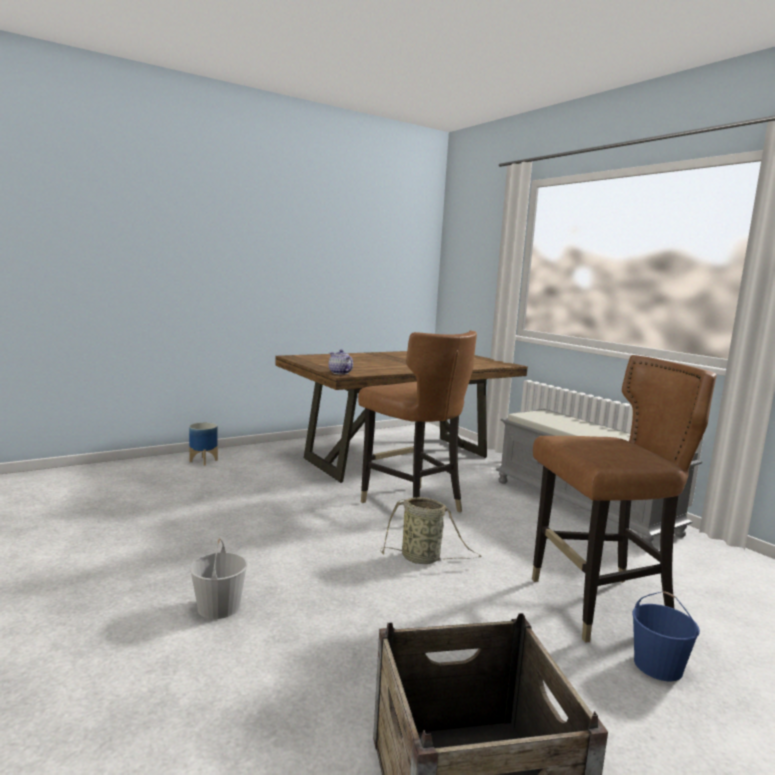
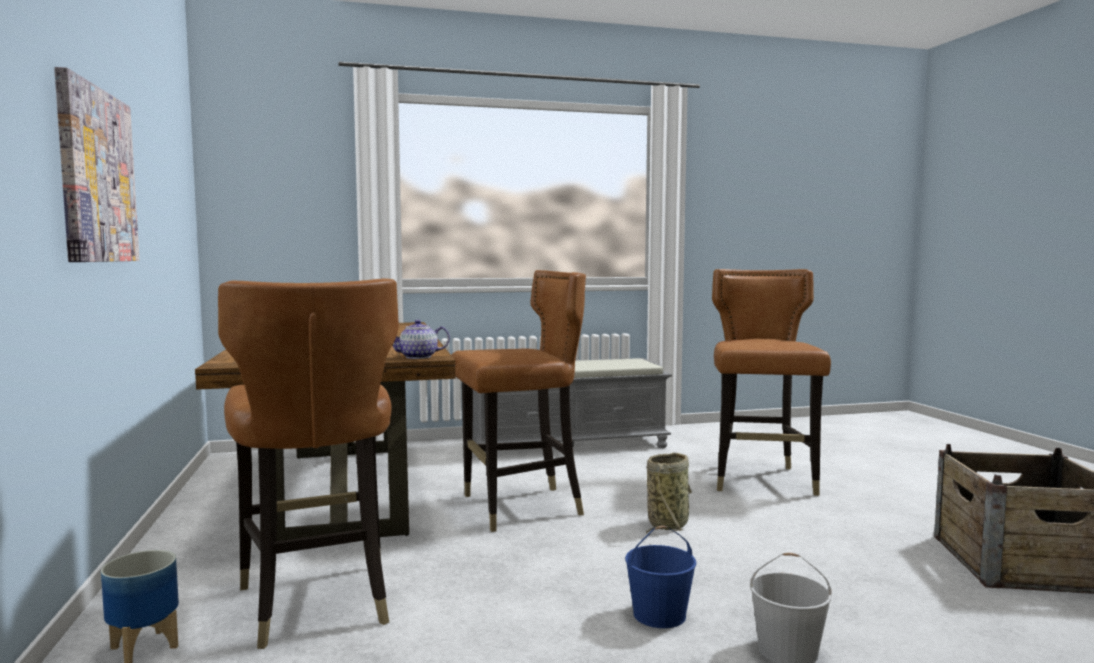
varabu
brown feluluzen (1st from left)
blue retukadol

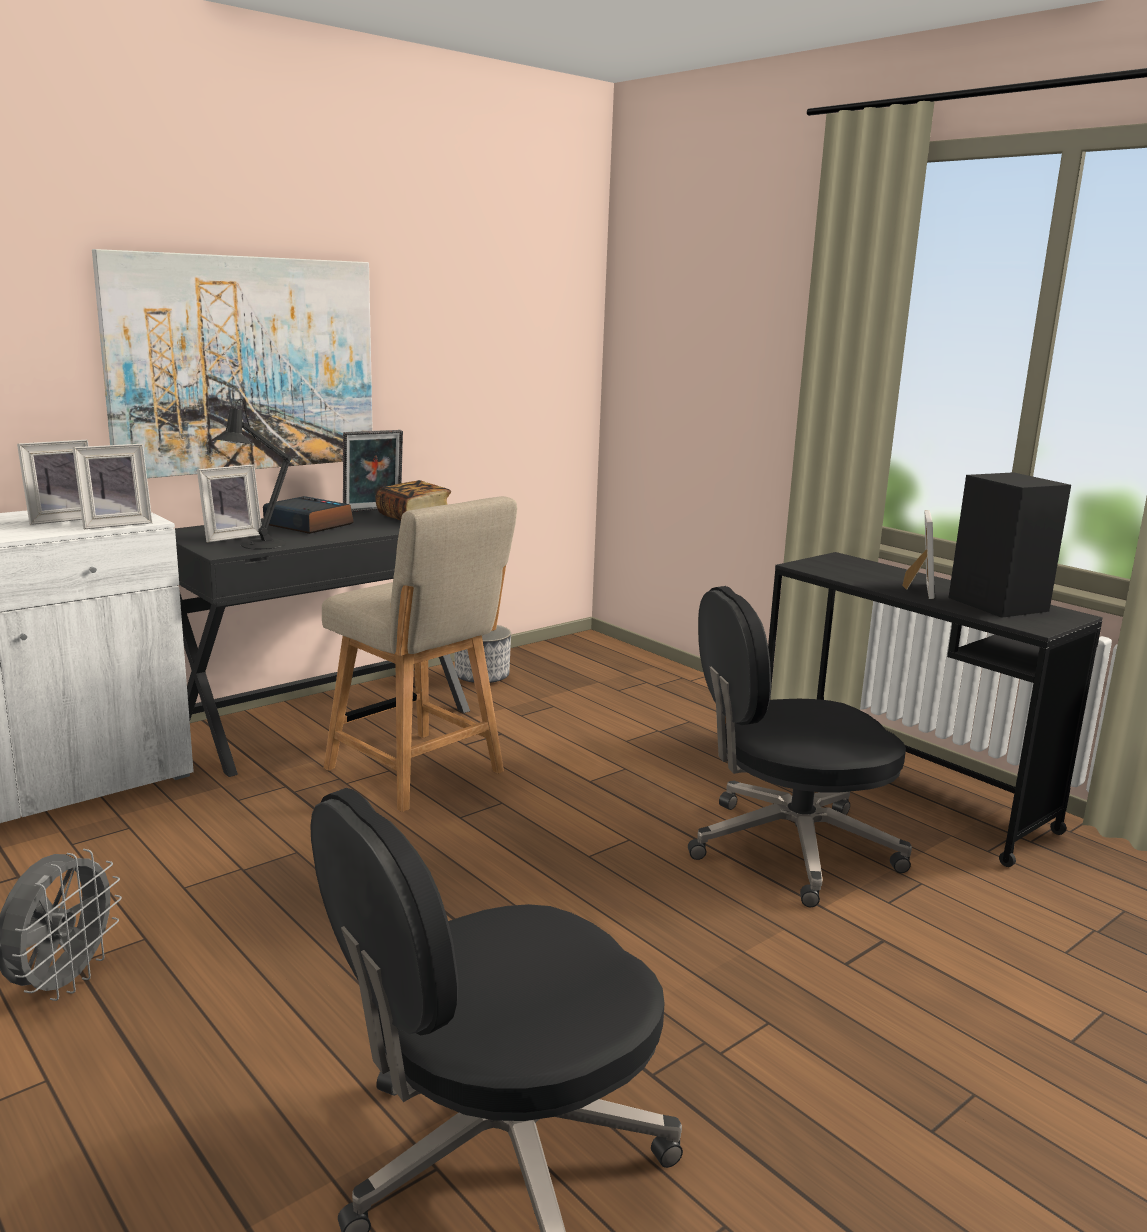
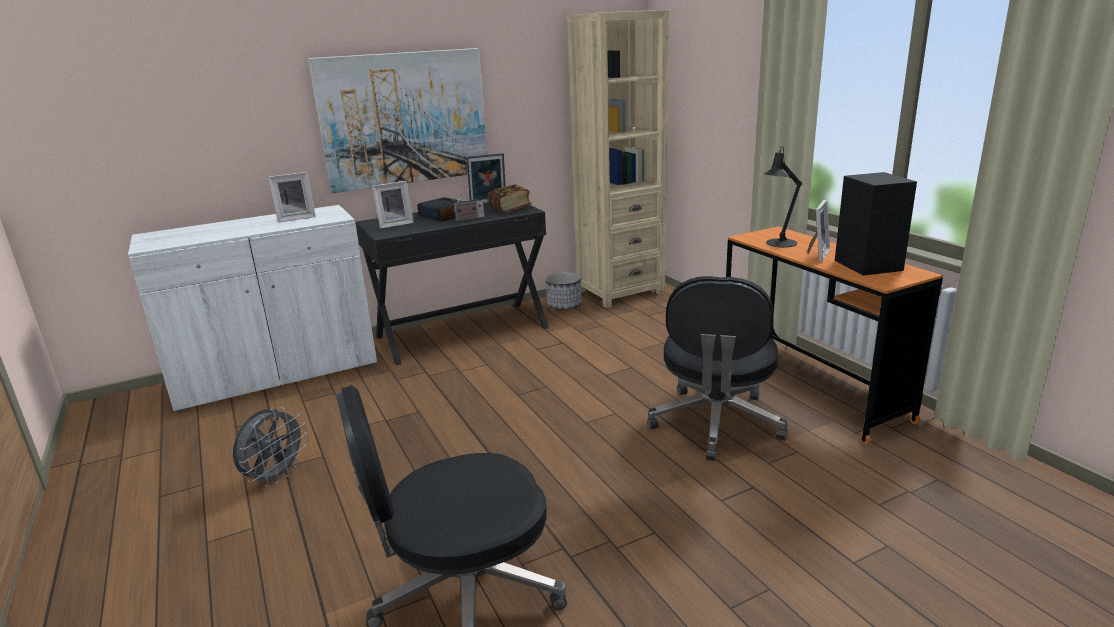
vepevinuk
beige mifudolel
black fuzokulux (2nd from left)
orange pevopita
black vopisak
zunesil (2nd from left in the first image)
beige feluluzen

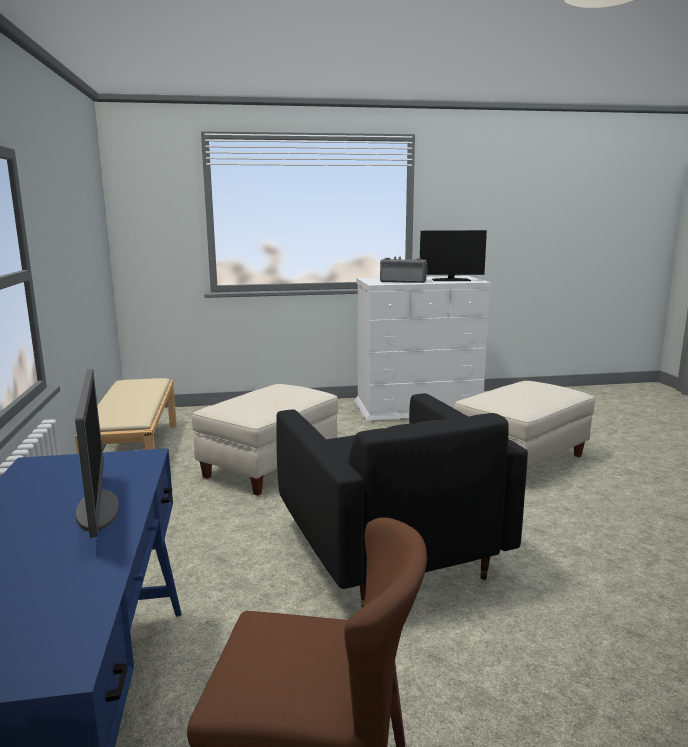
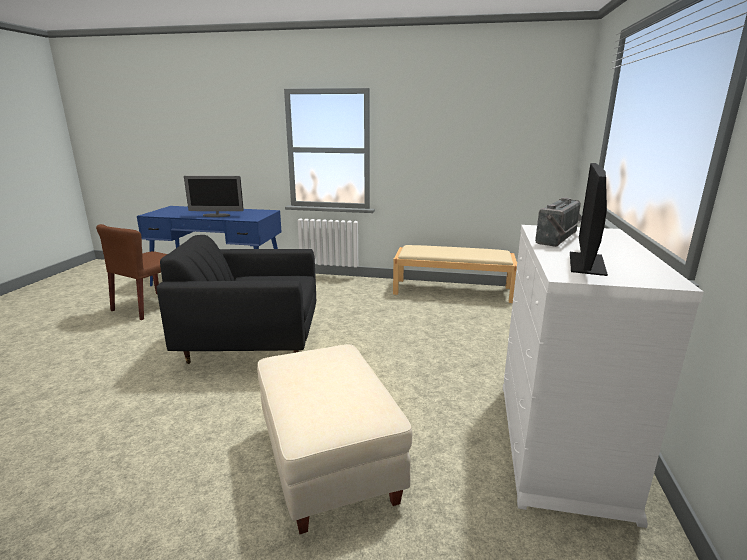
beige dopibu (1st from left in the first image)

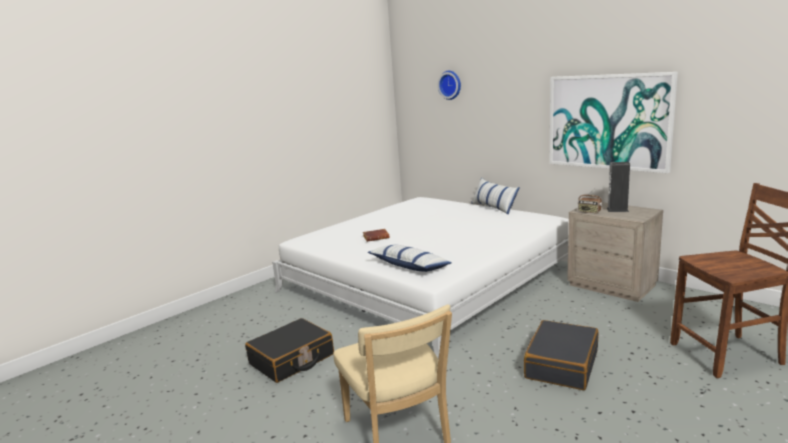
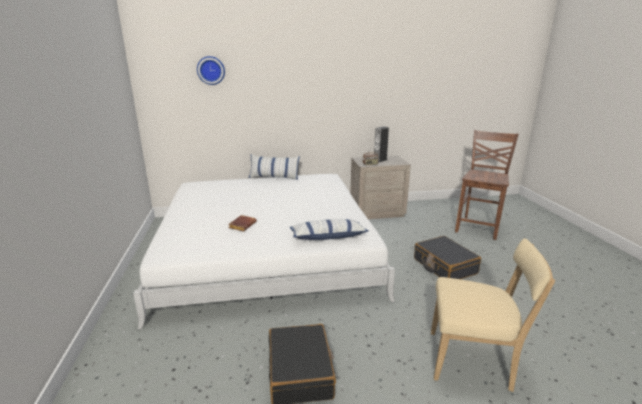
varabu

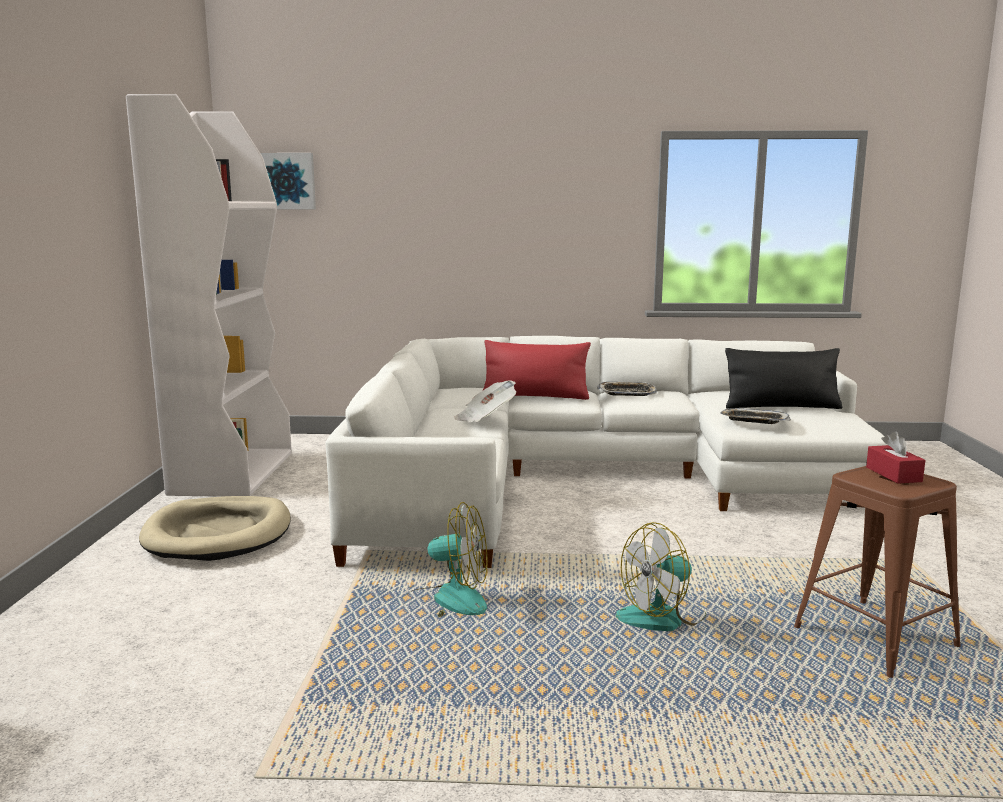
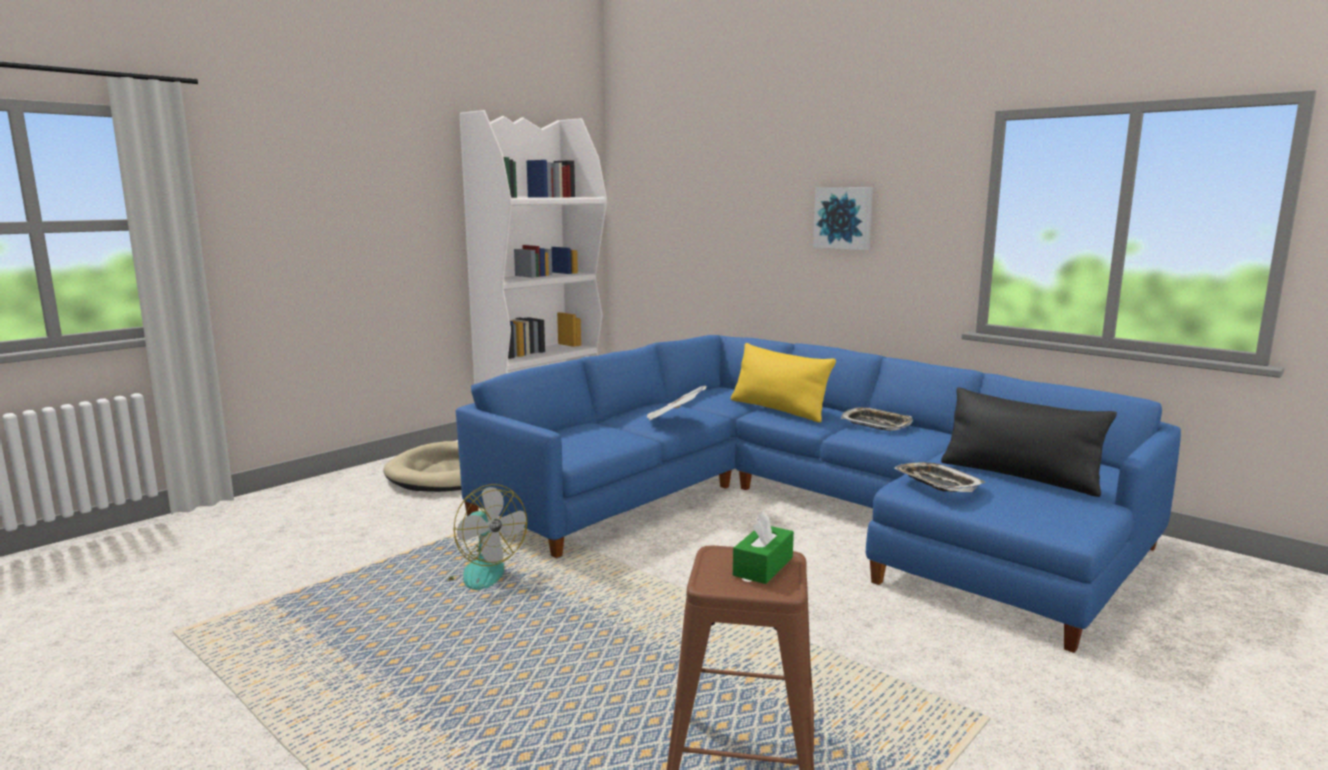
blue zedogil
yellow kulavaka
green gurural
varabu
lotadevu (2nd from left in the first image)

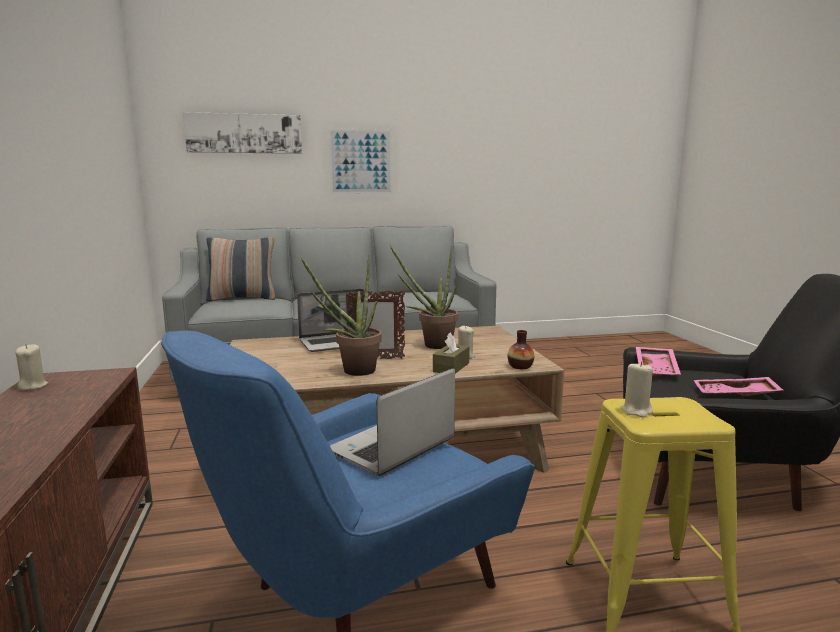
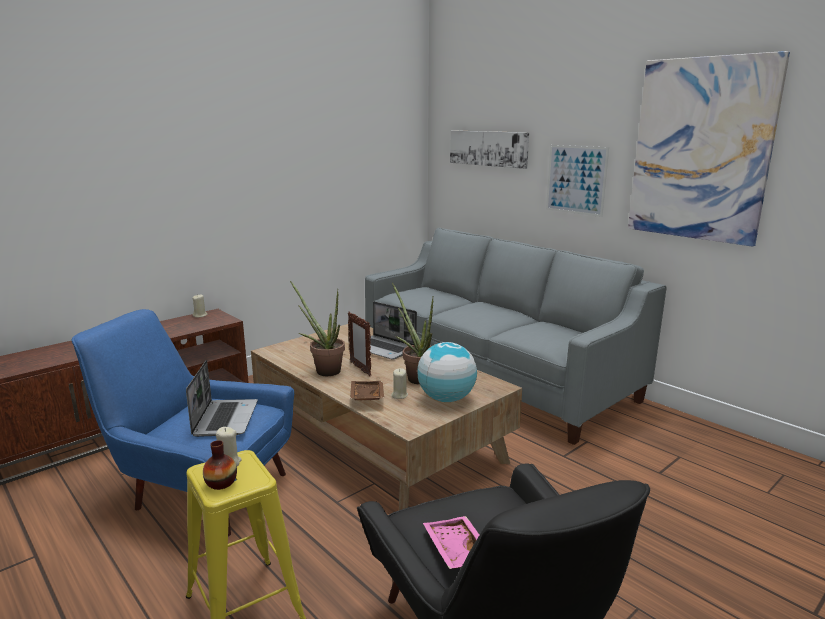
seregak (1st from left)
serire
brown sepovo
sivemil
varabu (3rd from left)
kulavaka
pink sepovo (1st from left in the first image)

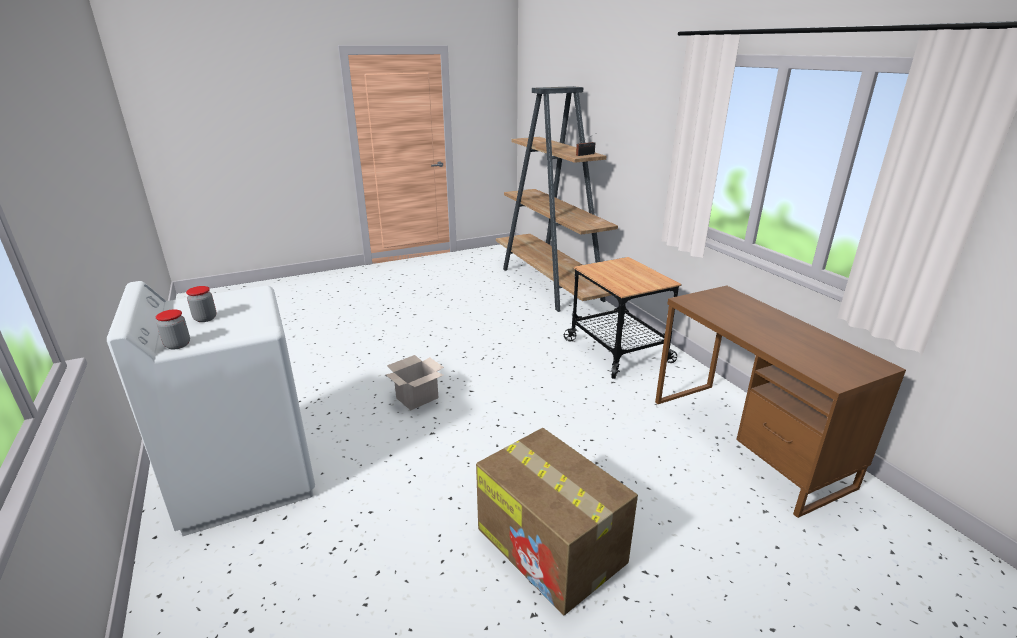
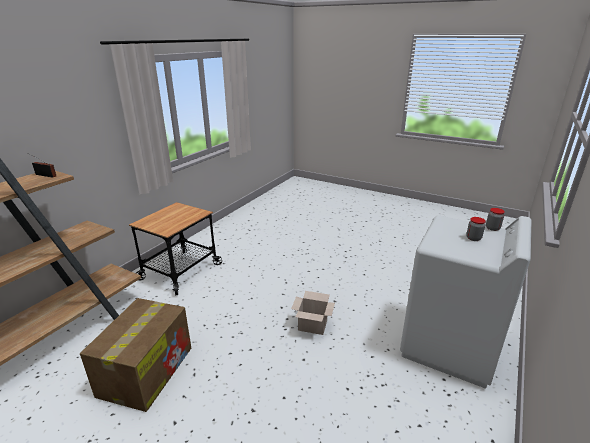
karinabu (1st from left)
brown pevopita

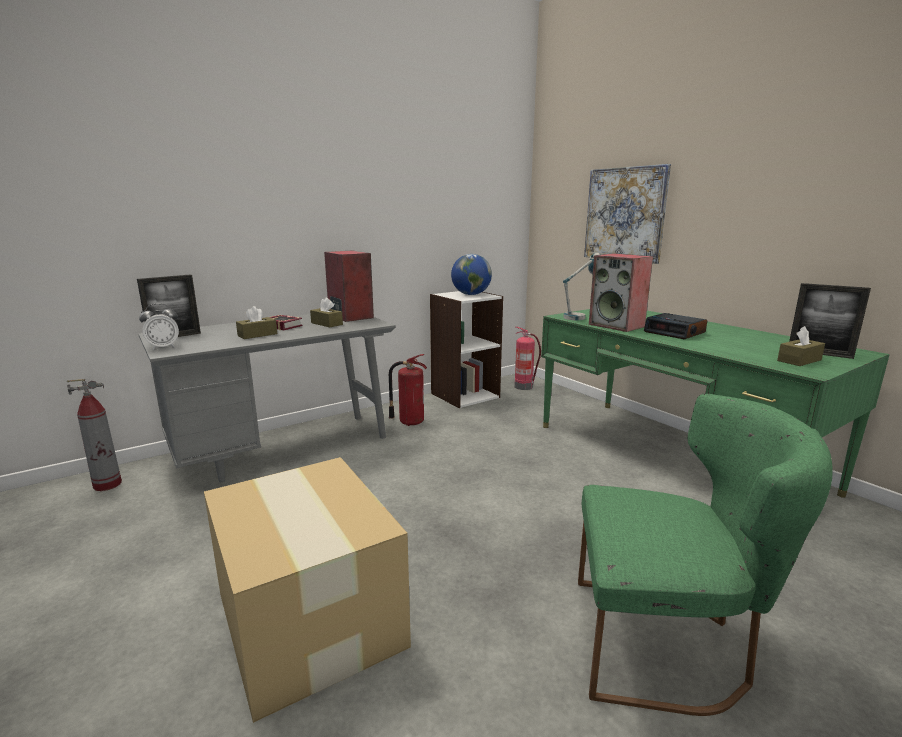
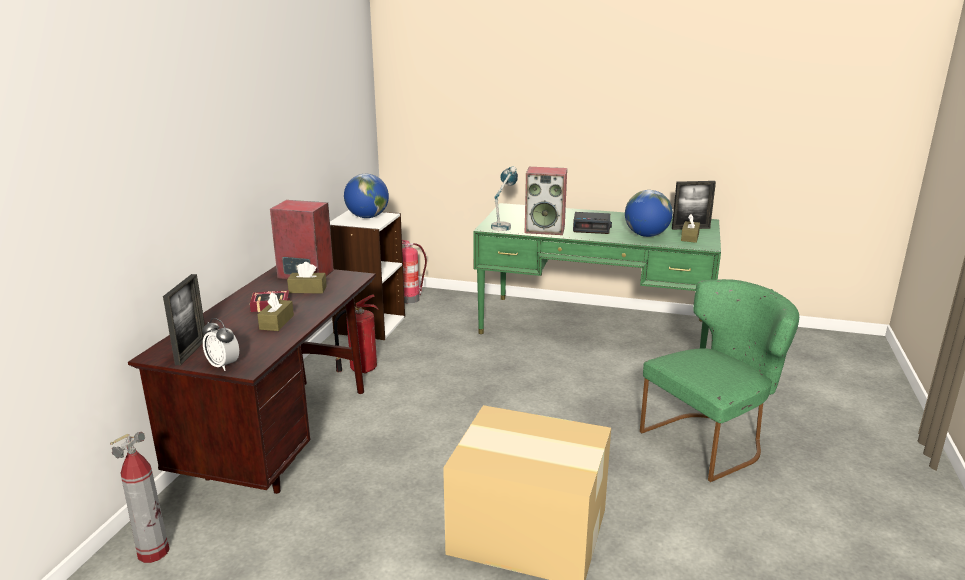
brown pevopita
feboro (1st from left)
sivemil (2nd from left)
varabu

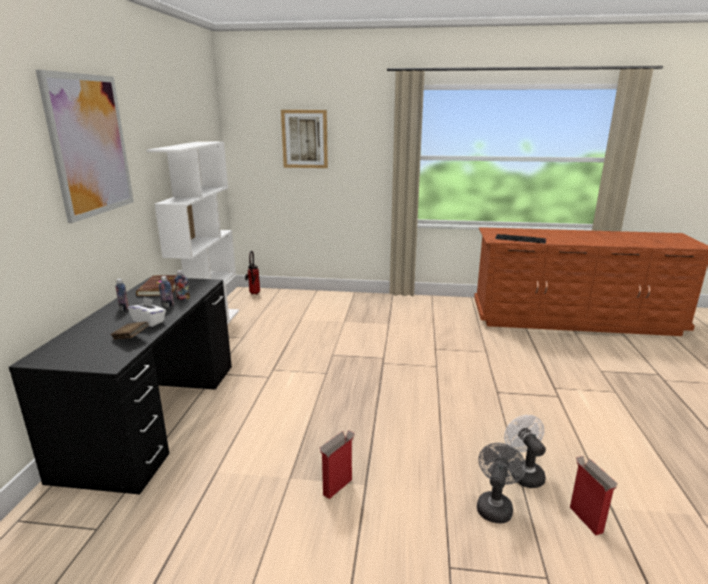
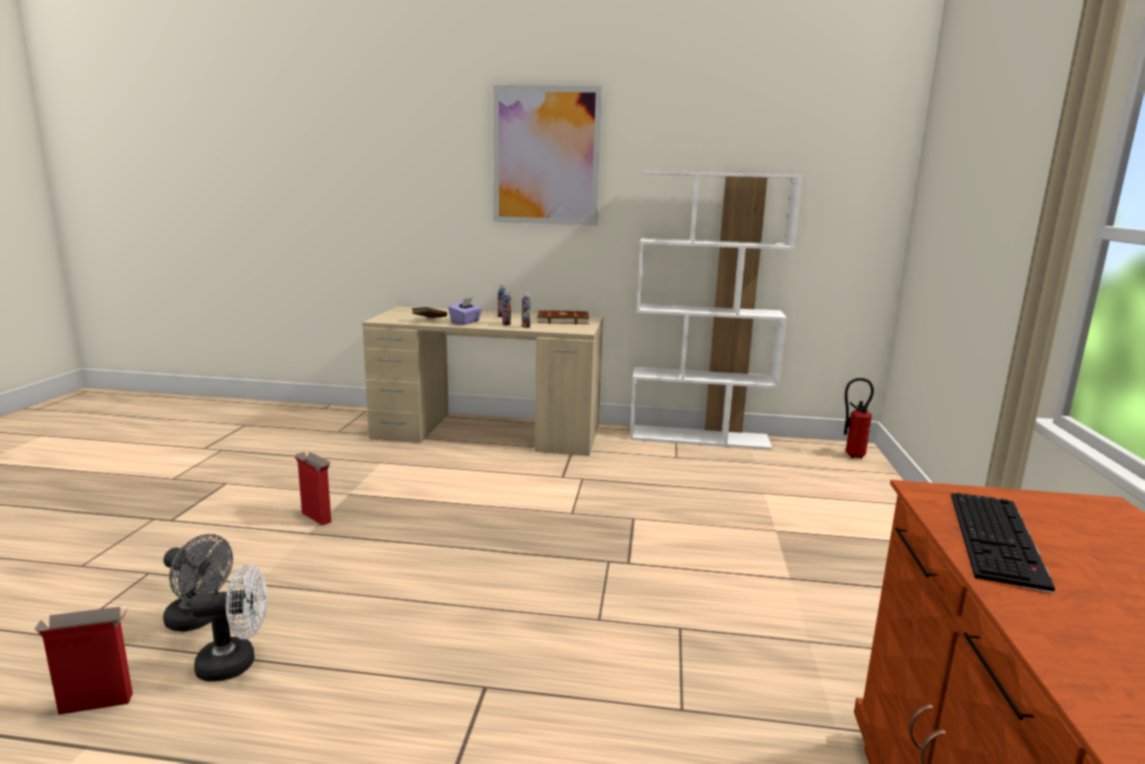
beige pevopita
purple gurural
varabu (2nd from left in the first image)

